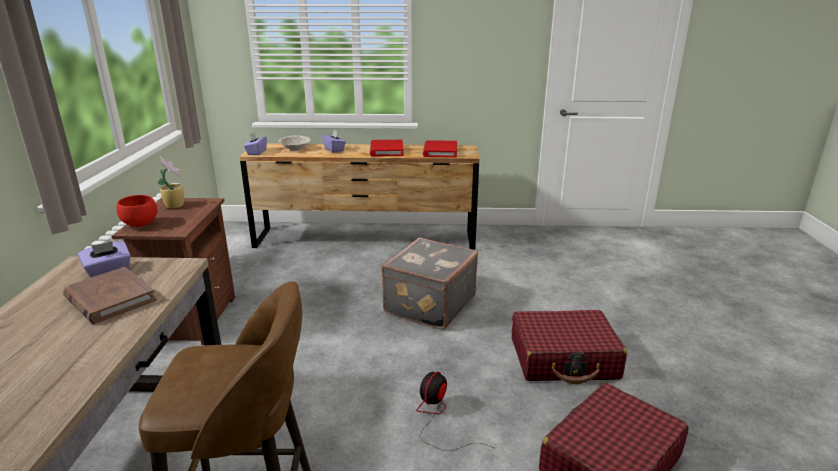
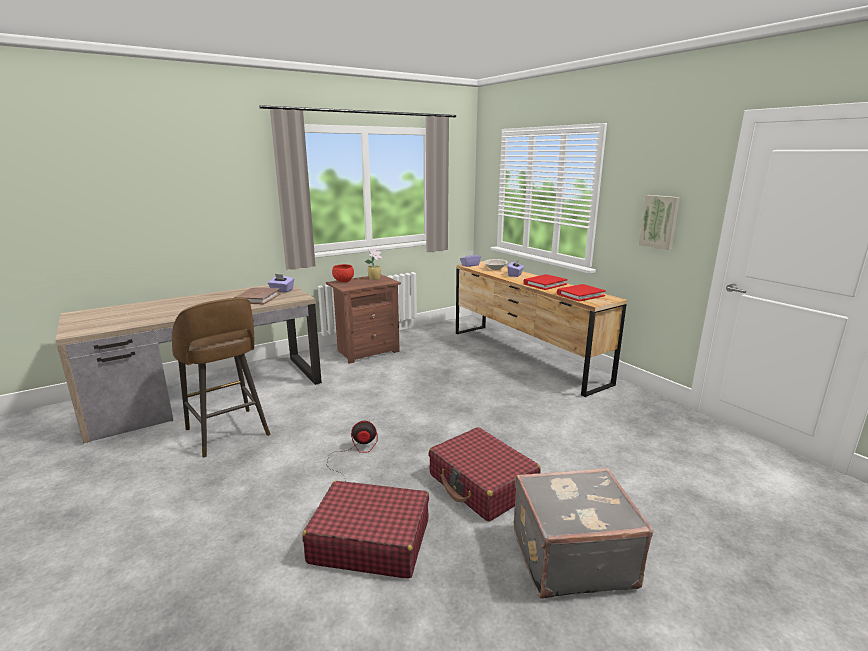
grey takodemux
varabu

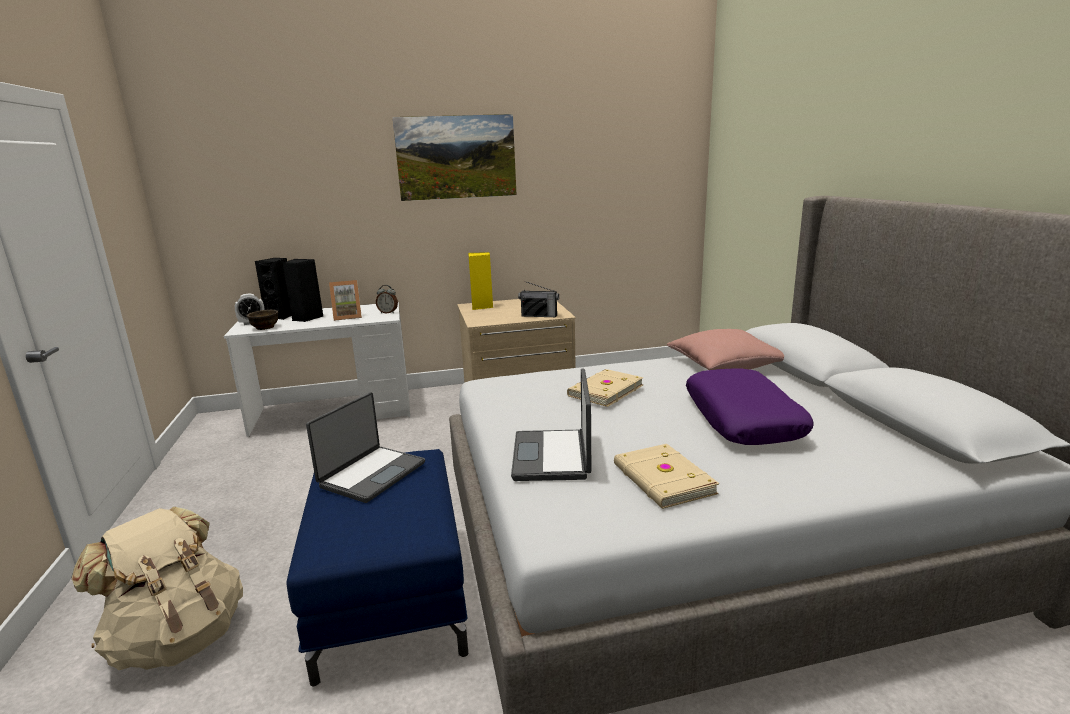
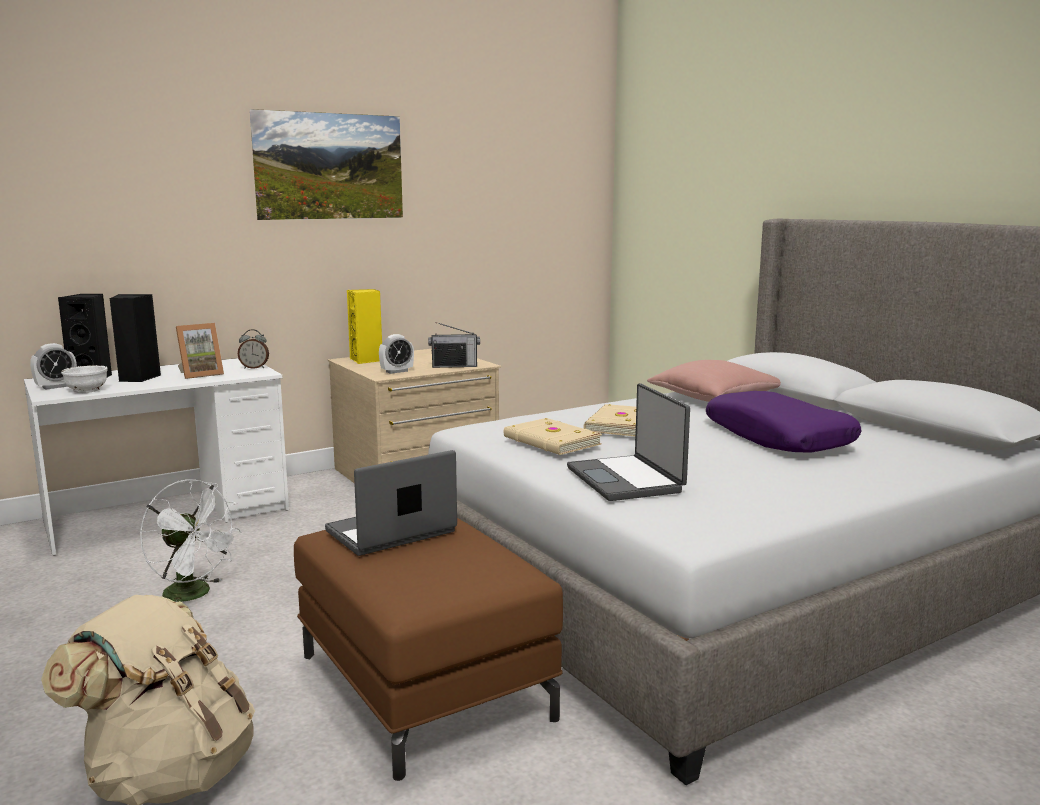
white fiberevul
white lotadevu
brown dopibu
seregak (1st from left)
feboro (3rd from left)
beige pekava (1st from left)

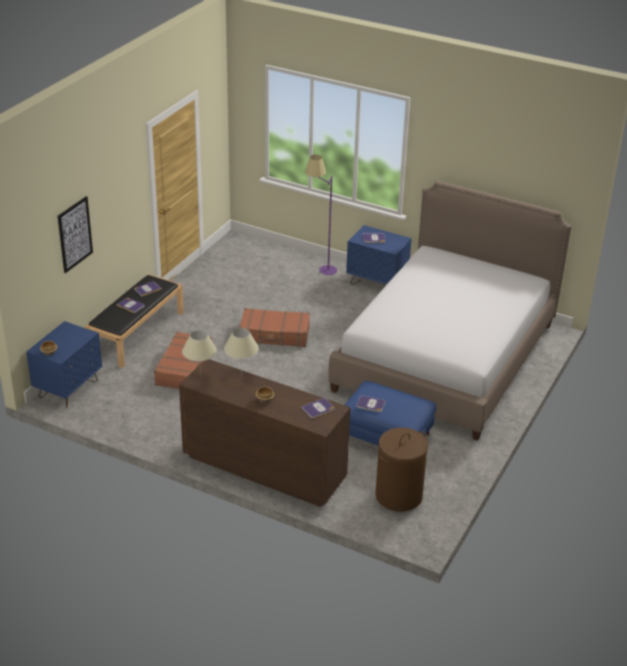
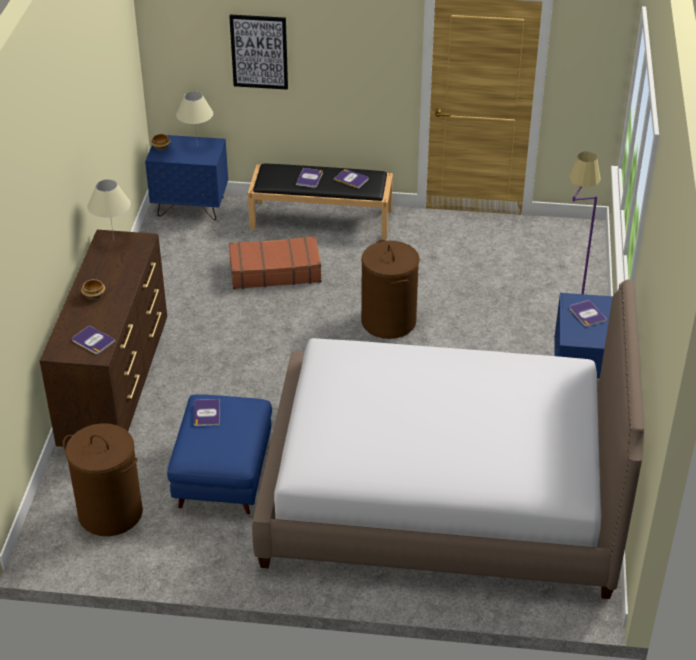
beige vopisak (2nd from left)
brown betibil (2nd from left)

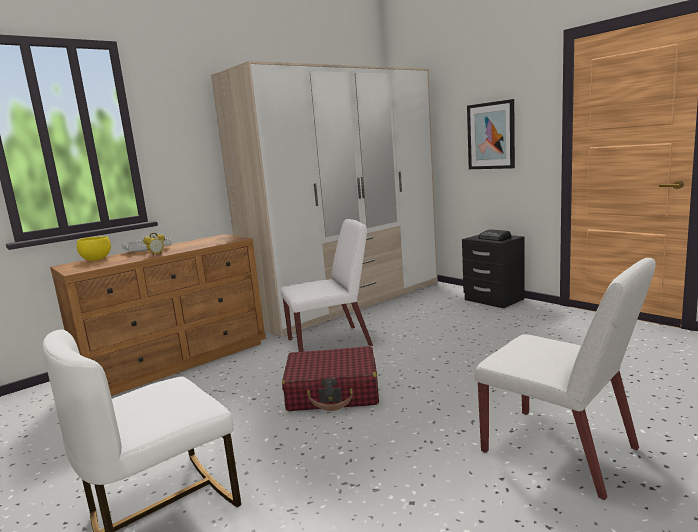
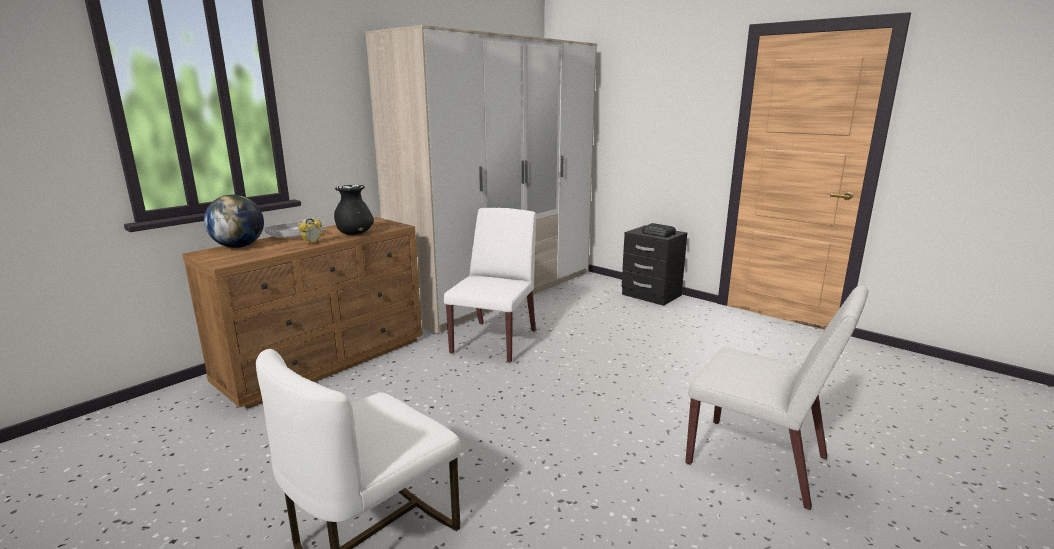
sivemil
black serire
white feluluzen (2nd from left)
red takodemux
varabu

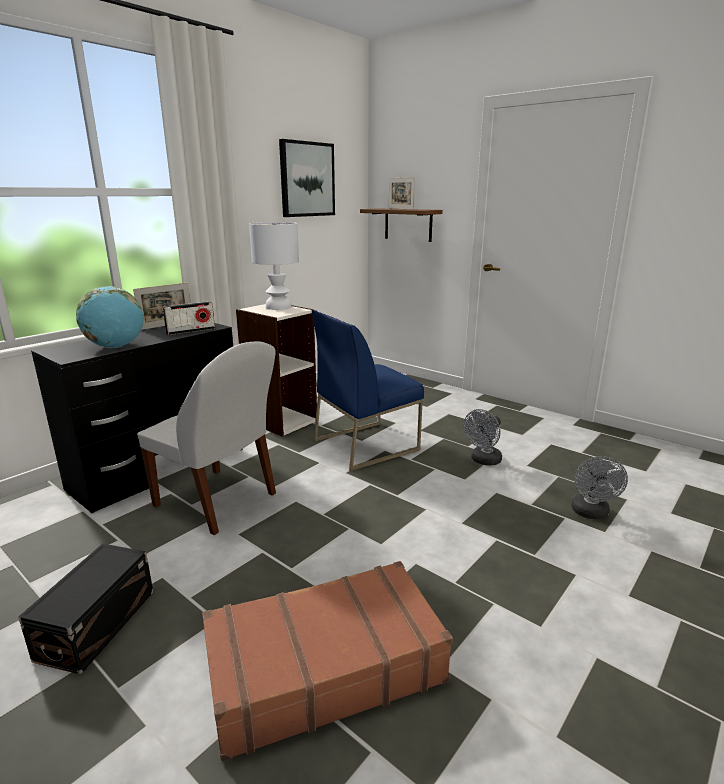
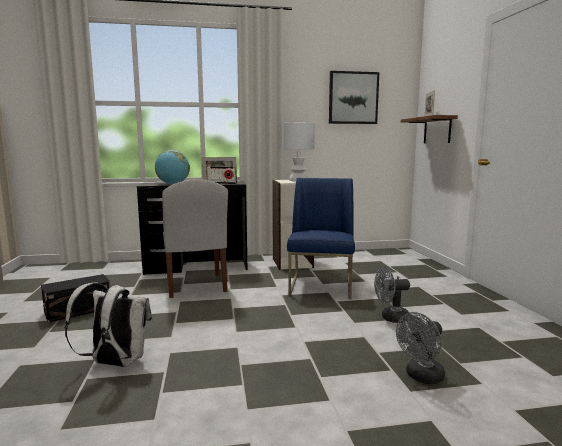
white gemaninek
blue feluluzen

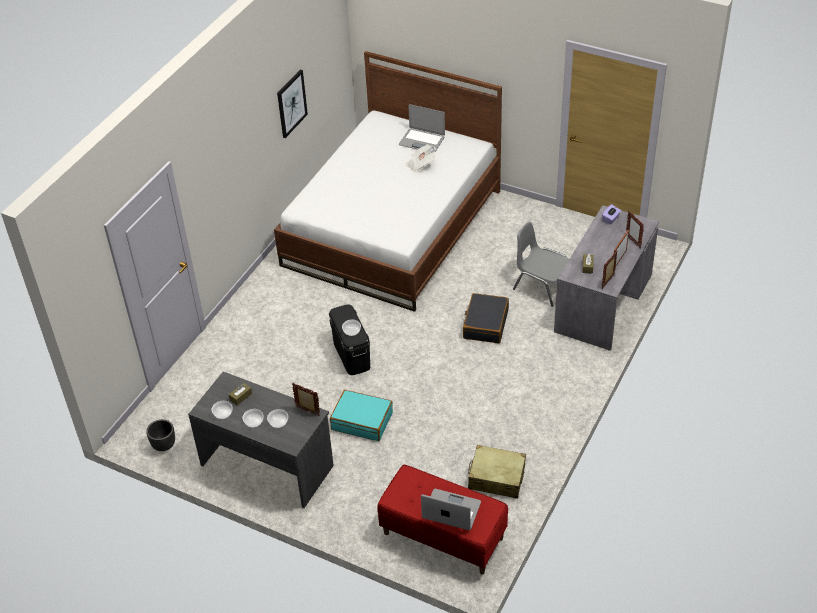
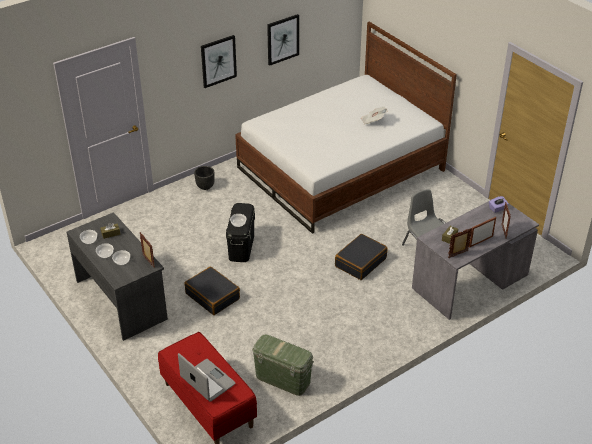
black takodemux (1st from left)
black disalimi
varabu (1st from left)
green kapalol
seregak (1st from left in the first image)

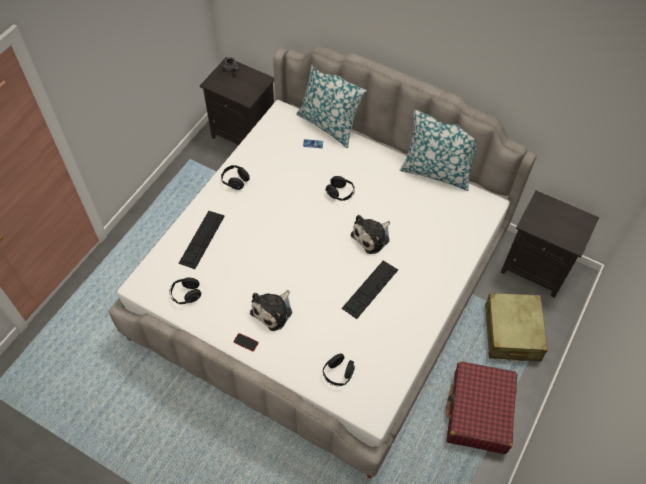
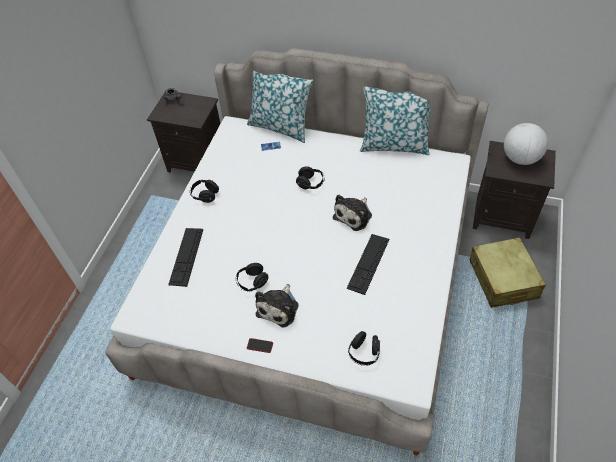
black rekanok (2nd from left)
sivemil
red takodemux

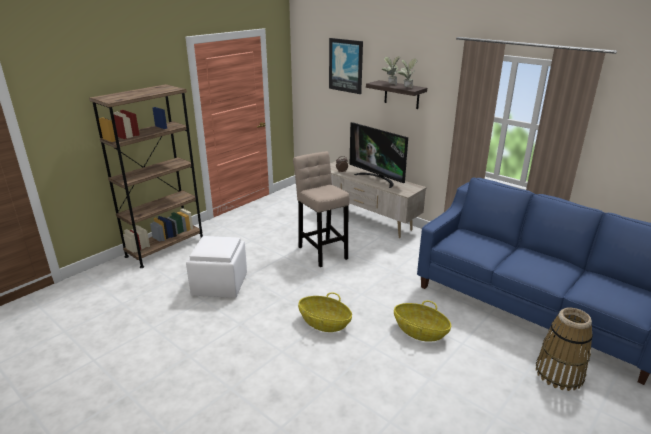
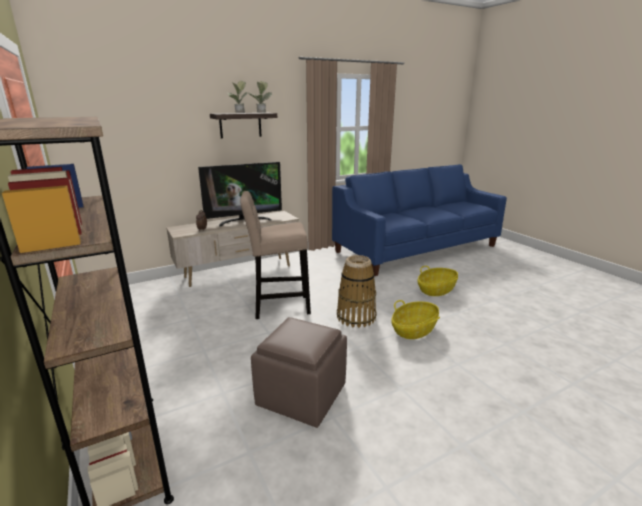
brown dopibu
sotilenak (1st from left)
varabu

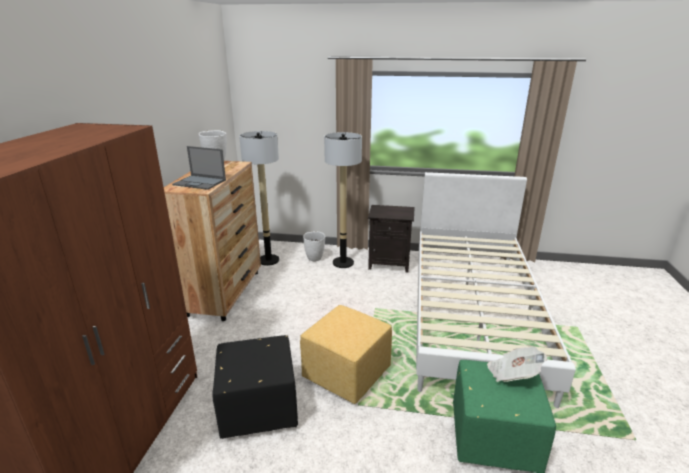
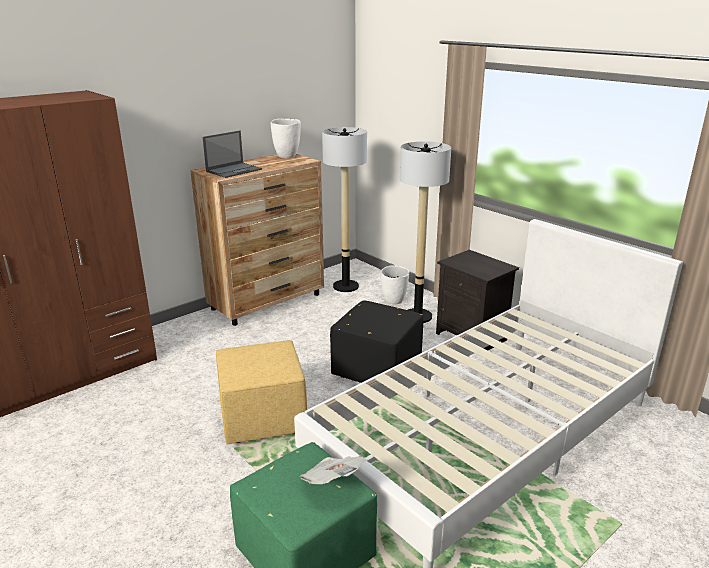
seregak
black dopibu

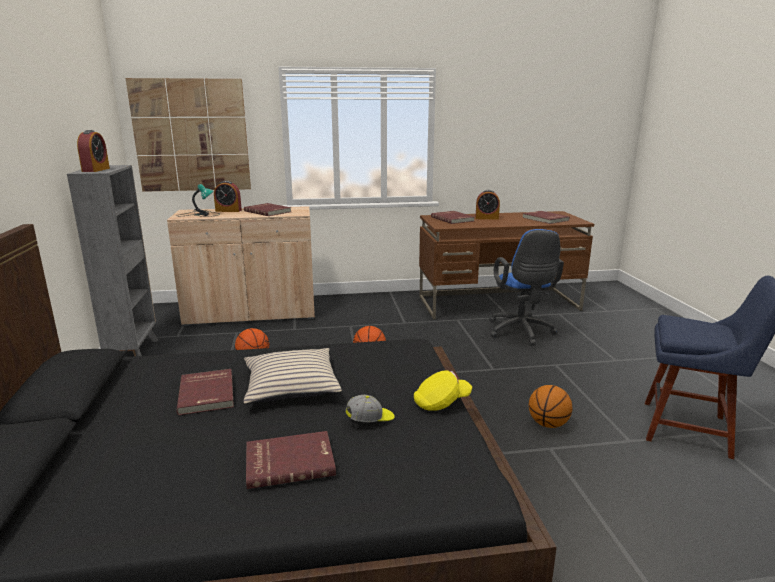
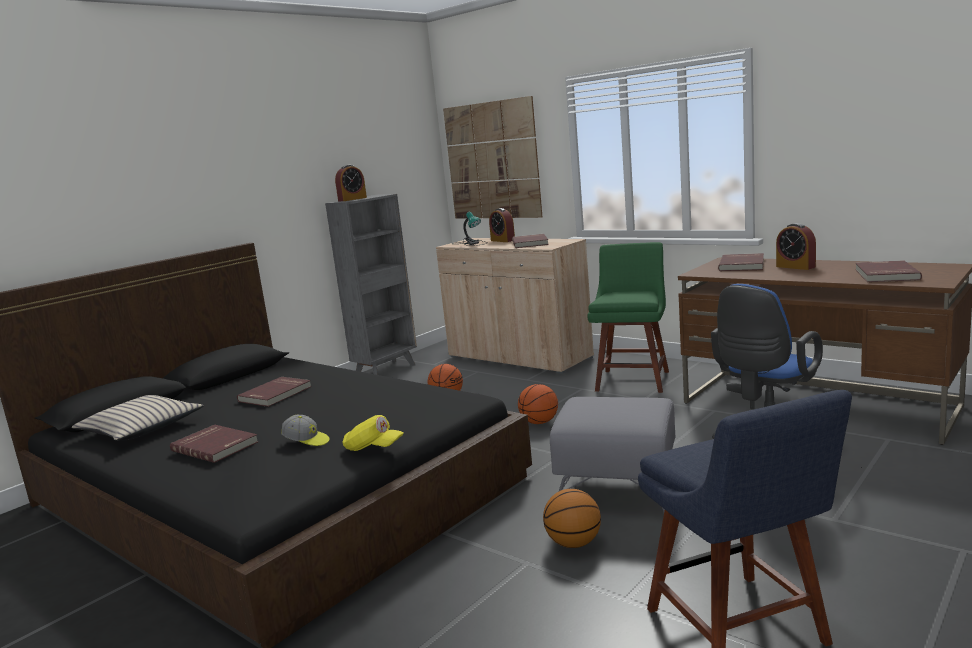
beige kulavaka
grey dopibu
green feluluzen

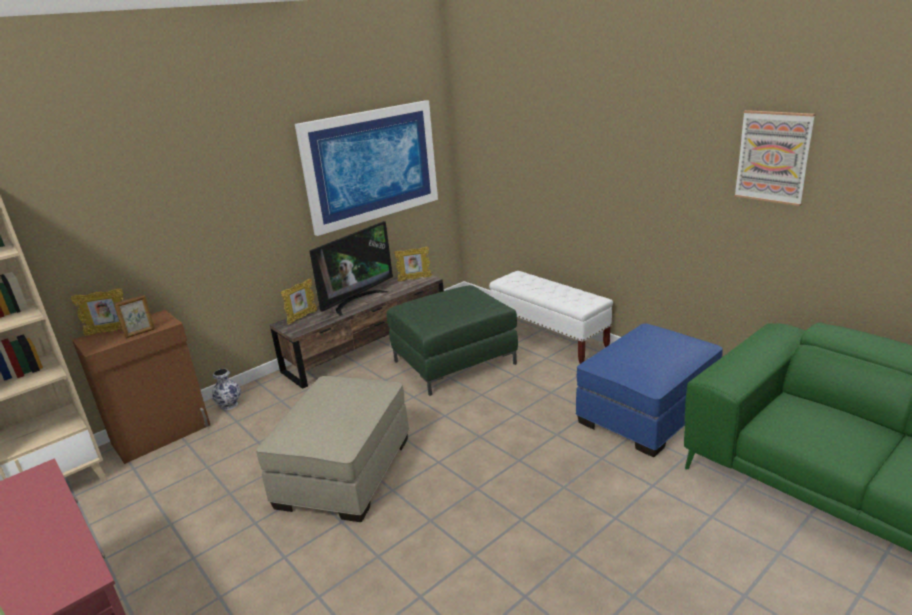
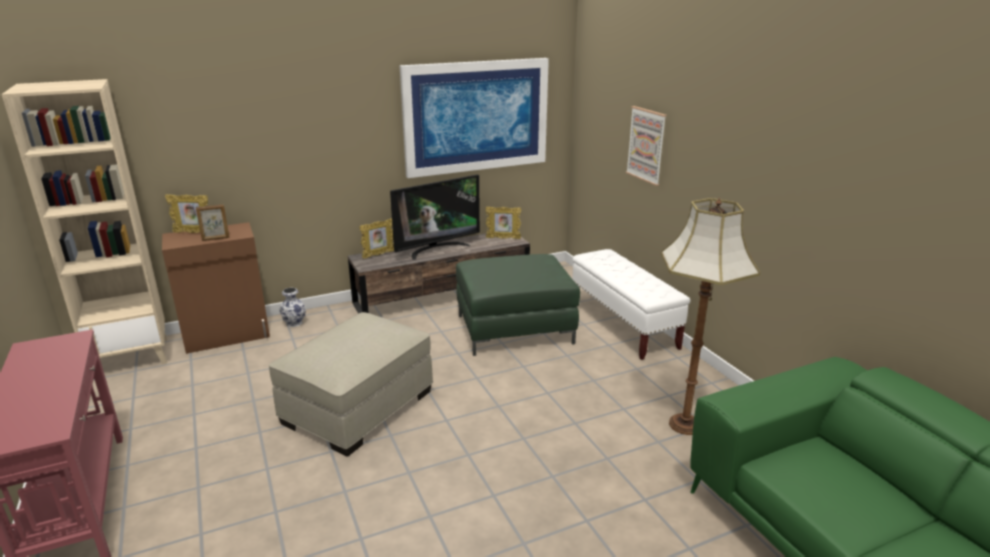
varabu (2nd from left)
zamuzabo

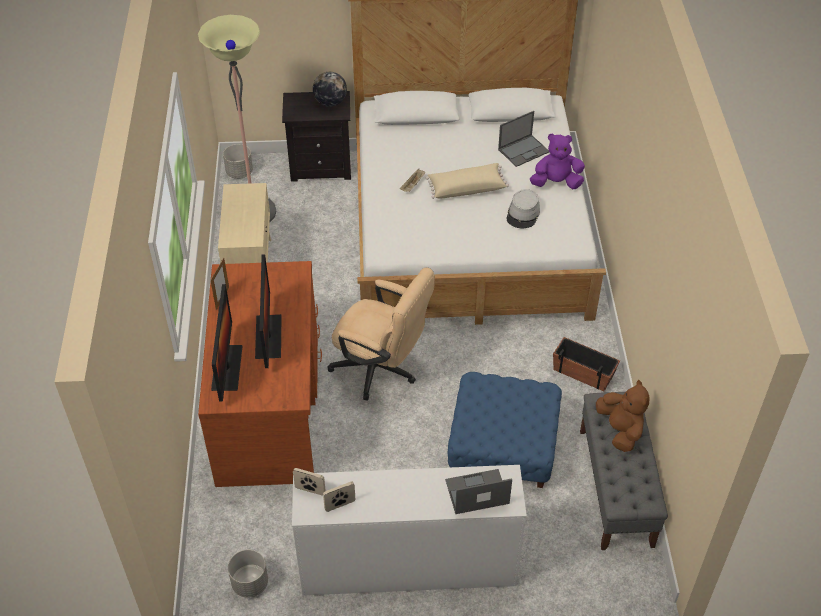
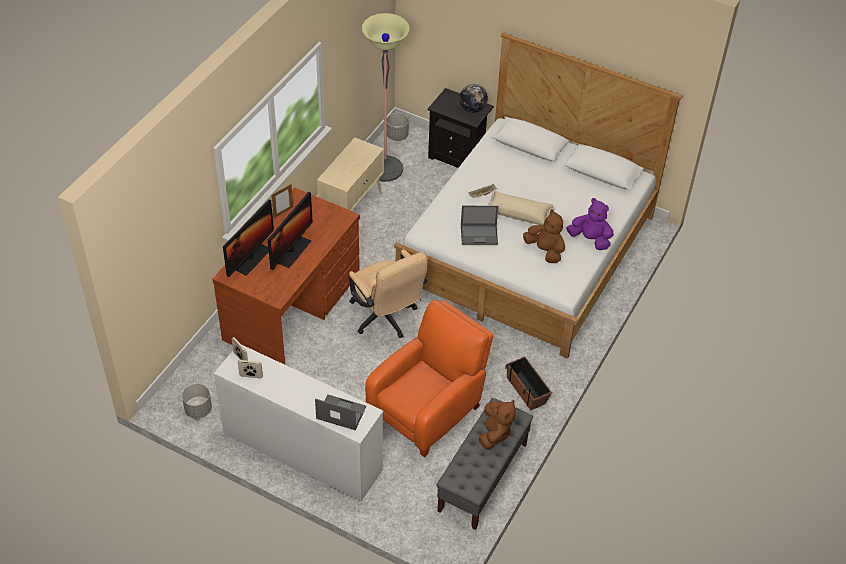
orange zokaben
seregak (2nd from left)
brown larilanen (2nd from left)

